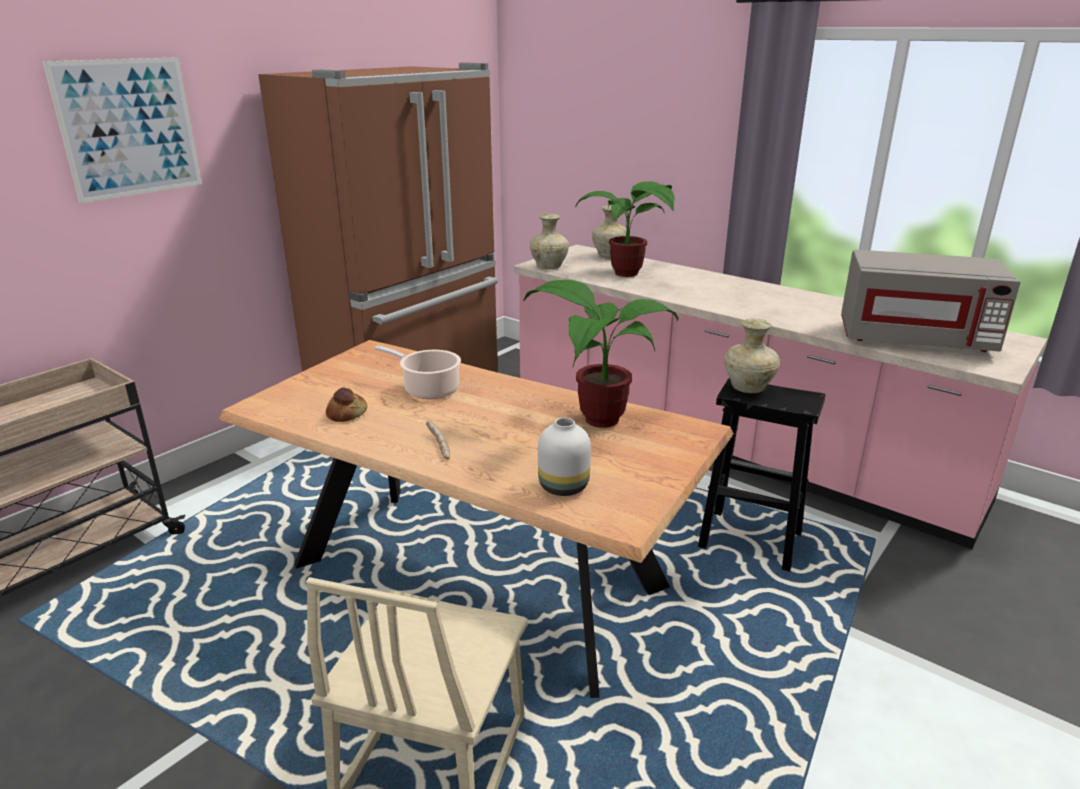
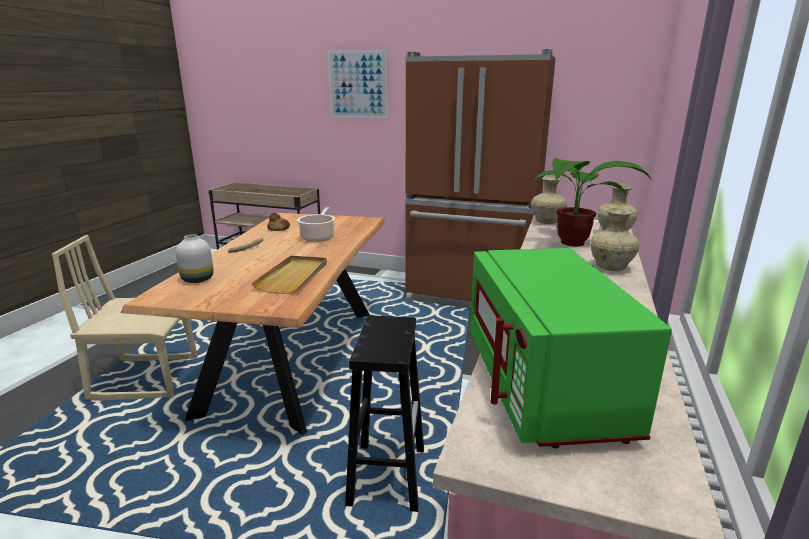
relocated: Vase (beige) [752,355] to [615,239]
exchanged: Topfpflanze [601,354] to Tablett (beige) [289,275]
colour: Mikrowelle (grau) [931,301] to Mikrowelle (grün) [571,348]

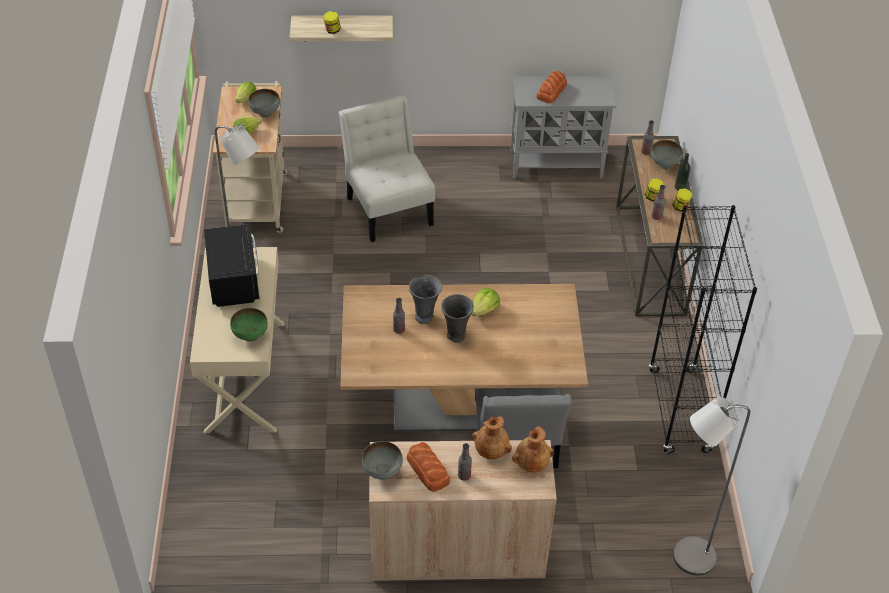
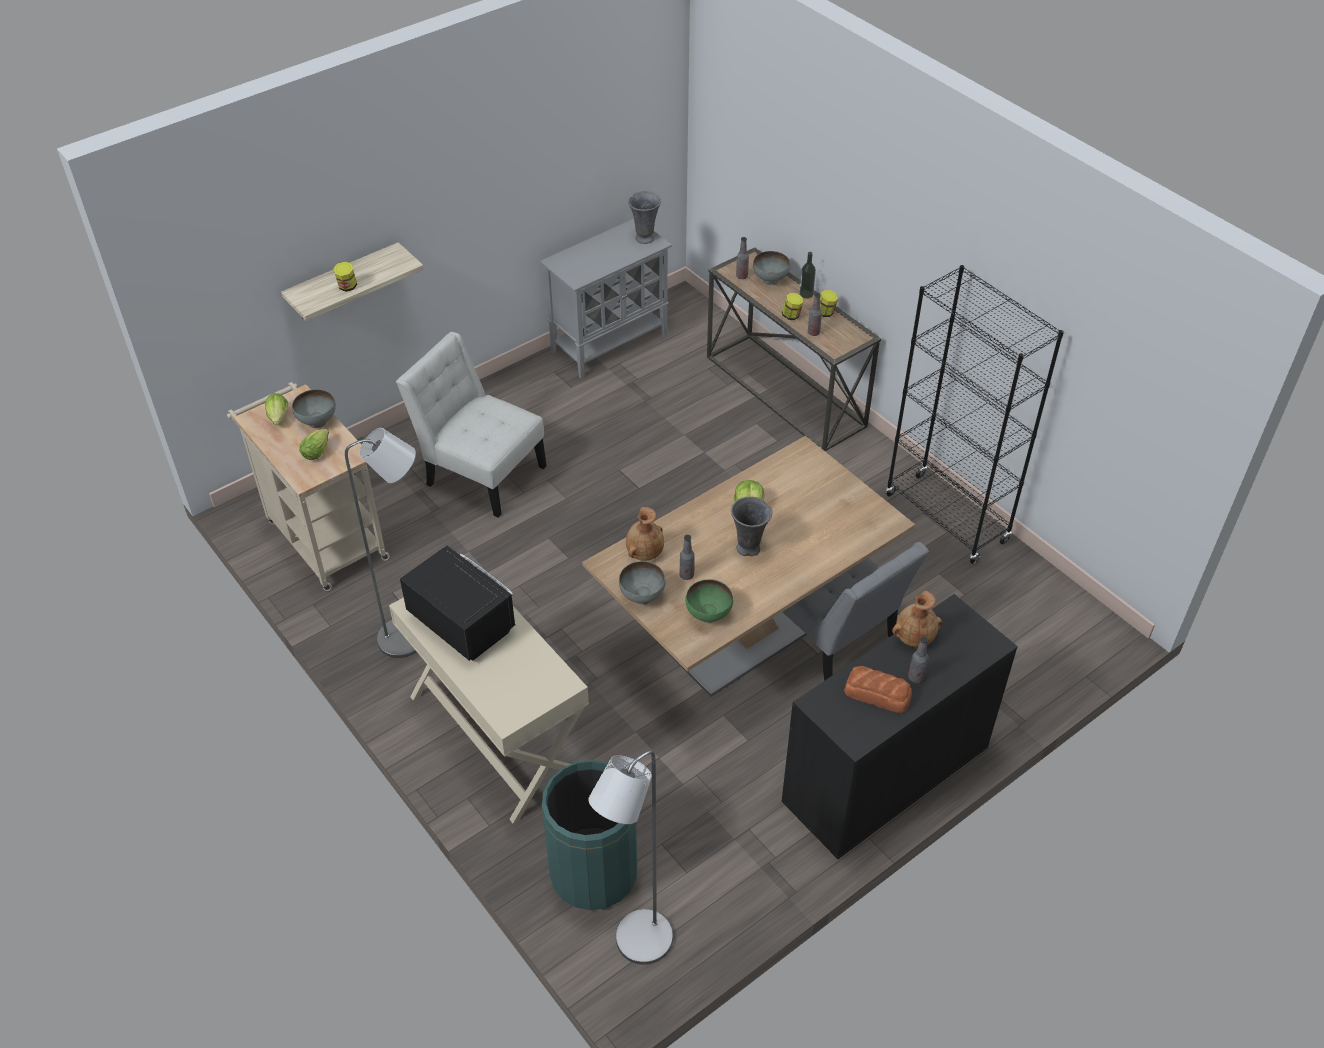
missing: Brot [551,87]
appeared: Mülleimer (grün) [589,835]
relocated: Stehlampe (grau) [711,486] to [630,857]; Schüssel (grau) [382,460] to [642,583]; Vase (braun) [533,449] to [645,534]; Vase (grau) [425,299] to [644,217]; Schüssel (grün) [249,325] to [709,601]
colour: Schrank (beige) [463,510] to Schrank (schwarz) [900,727]

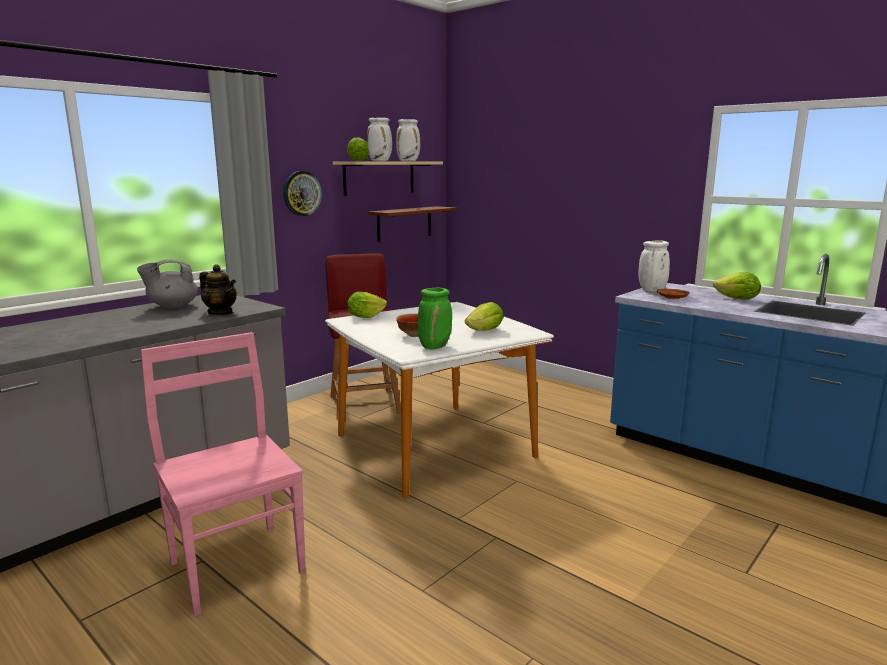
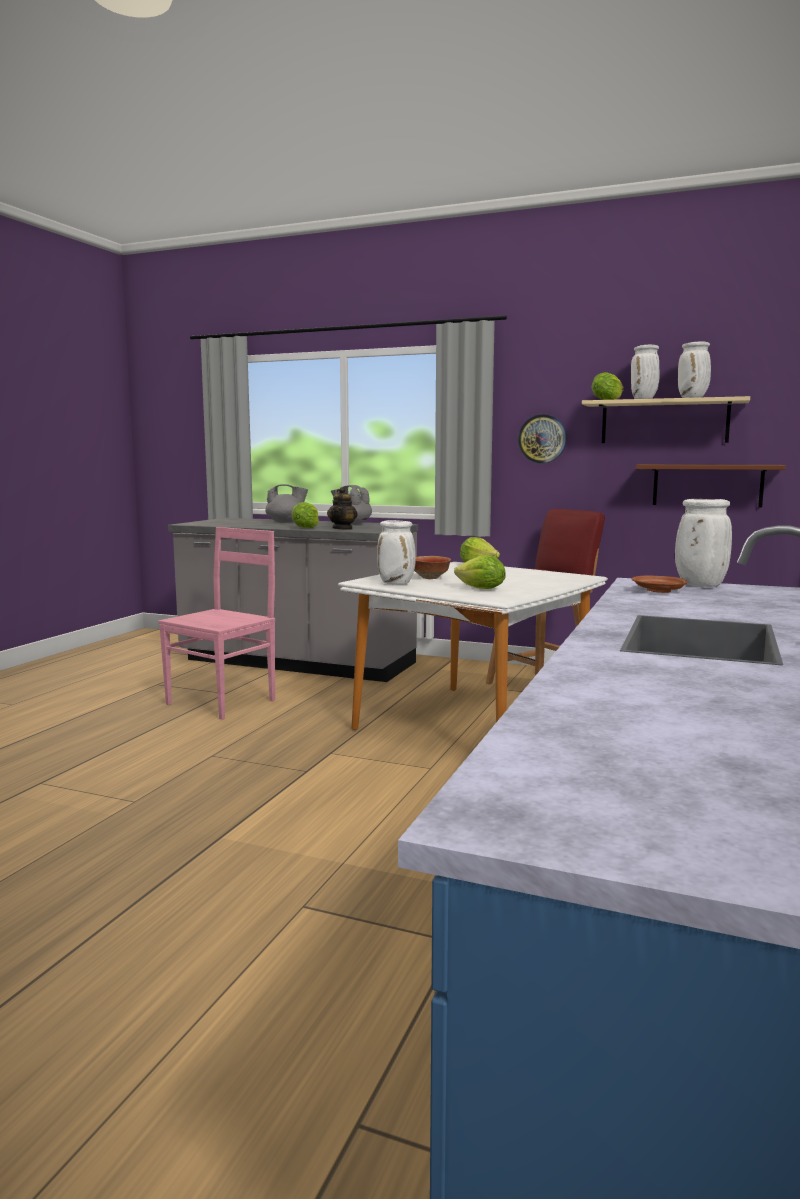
appeared: Teekanne (grau) [286,503]
relocated: Salatkopf [737,286] to [305,515]
colour: Vase (grün) [435,318] to Vase (weiß) [396,552]

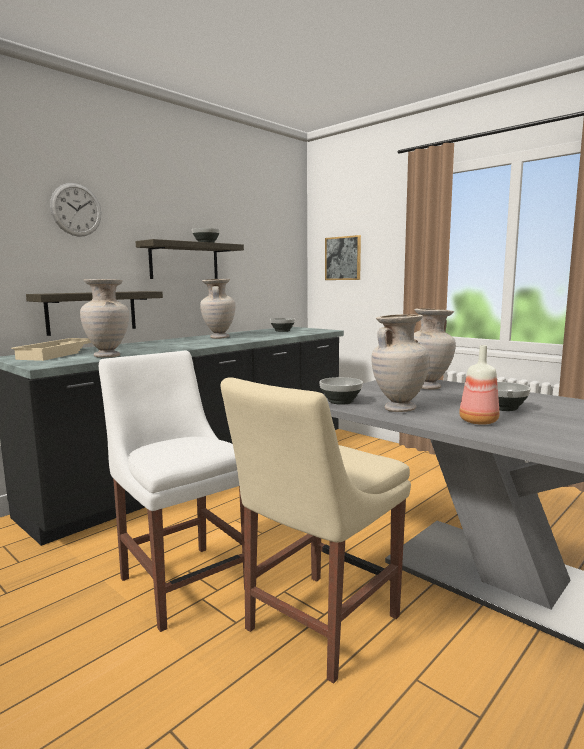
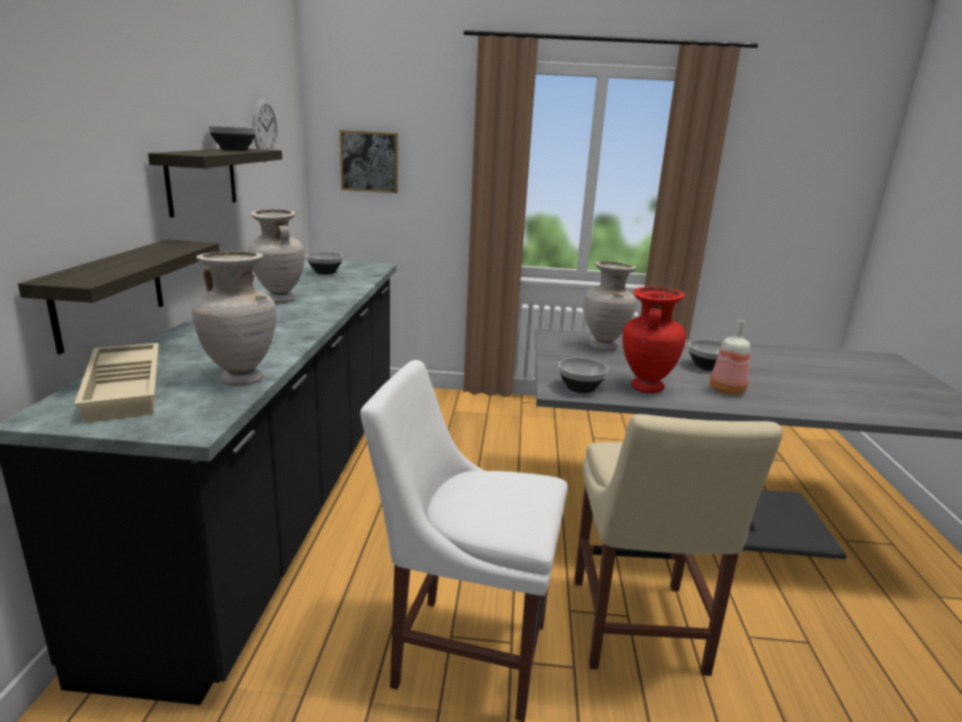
relocated: Wanduhr [75,210] to [265,124]
colour: Vase (beige) [400,363] to Vase (rot) [654,339]

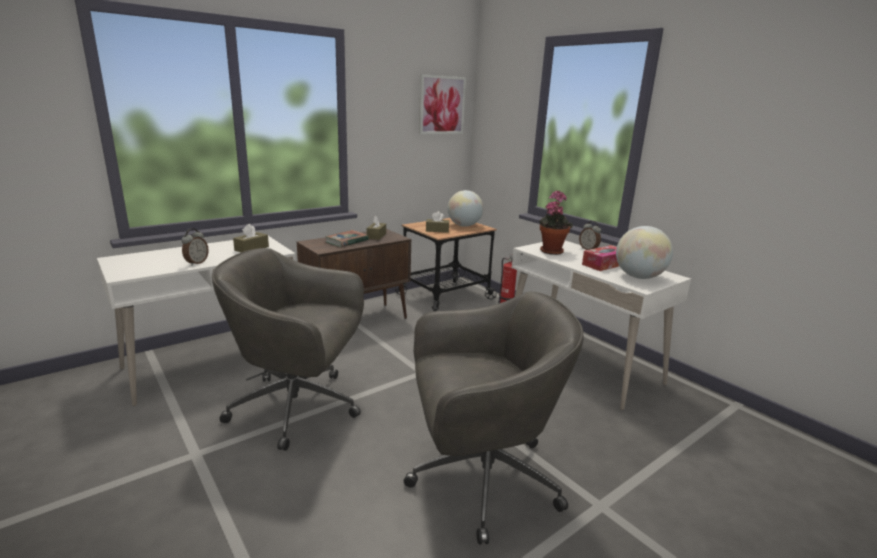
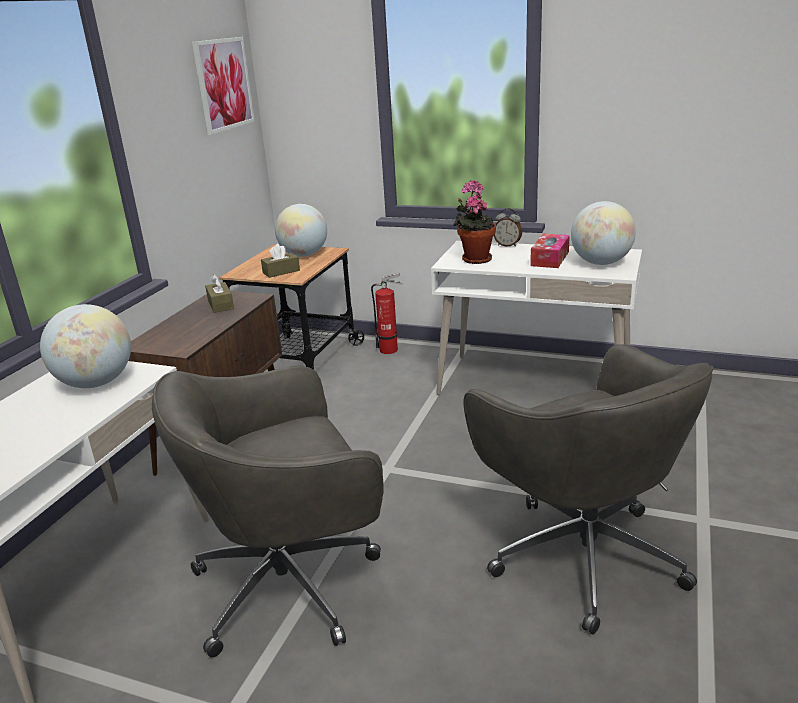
missing: Wecker [195,247]; Buch [347,238]
exchanged: Taschentuchbox (braun) [251,238] to Globus [85,346]
spun: Bürostuhl (grau) [494,418] = [588,489] 105 degrees clockwise

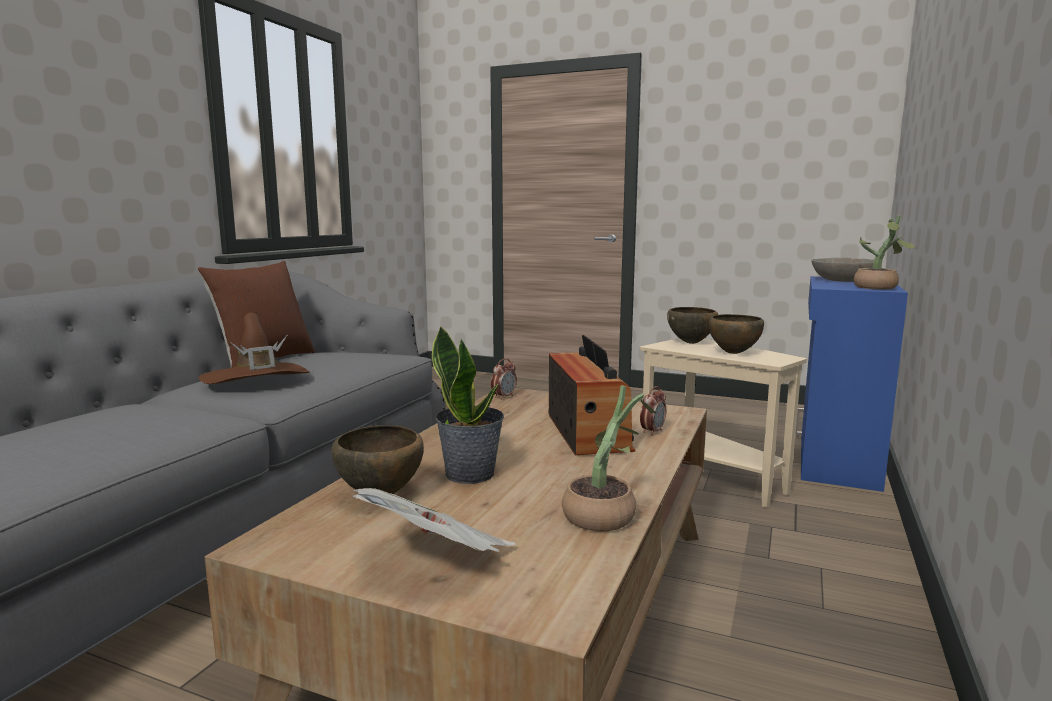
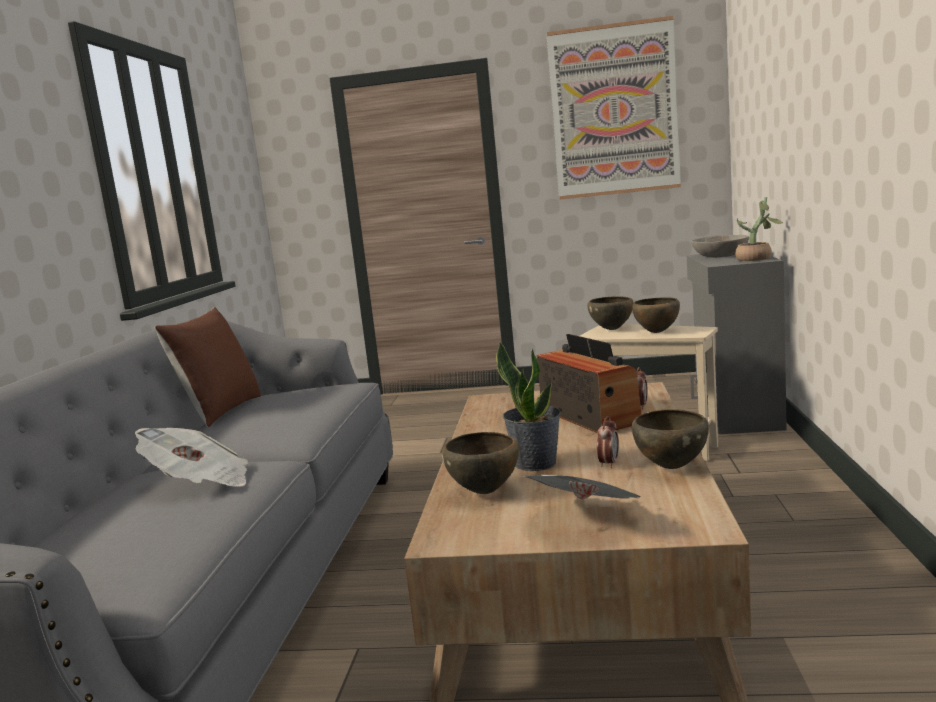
missing: Hut (braun) [254,348]
appeared: Zeitung [191,457]; Bild [614,107]
relocated: Wecker [504,378] to [608,442]
exchanged: Topfpflanze [609,459] to Schüssel (braun) [670,439]
colour: Schrank (blau) [851,384] to Schrank (grau) [737,344]

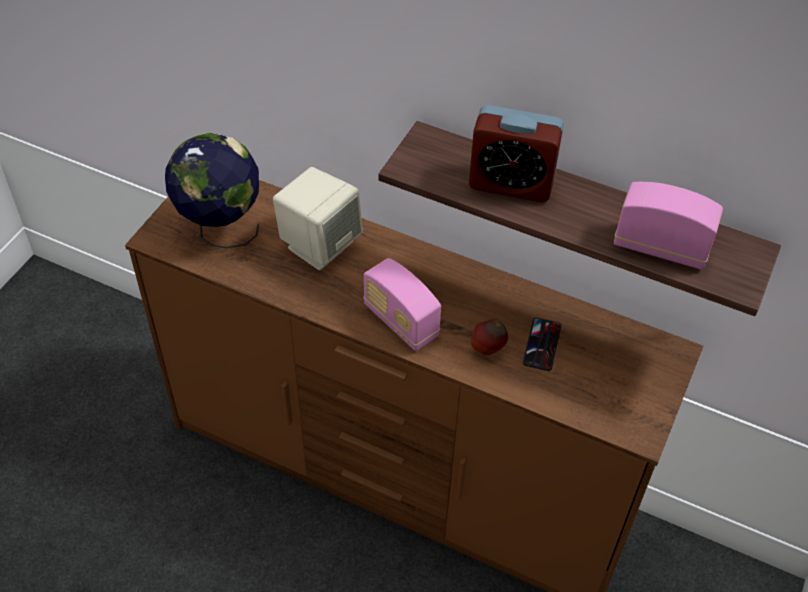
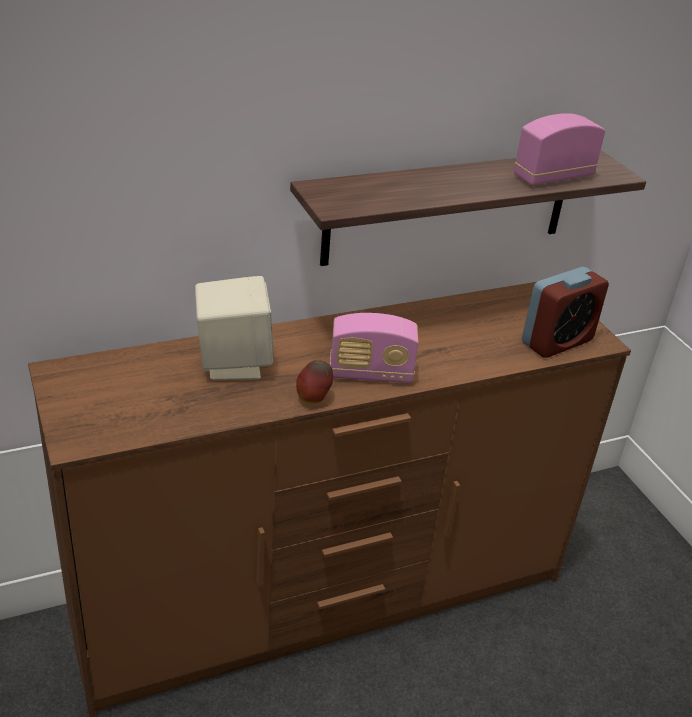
missing: Globus [212,190]; Handy [542,344]
relocated: Apfel [489,337] to [314,382]; Wecker [516,153] to [565,312]

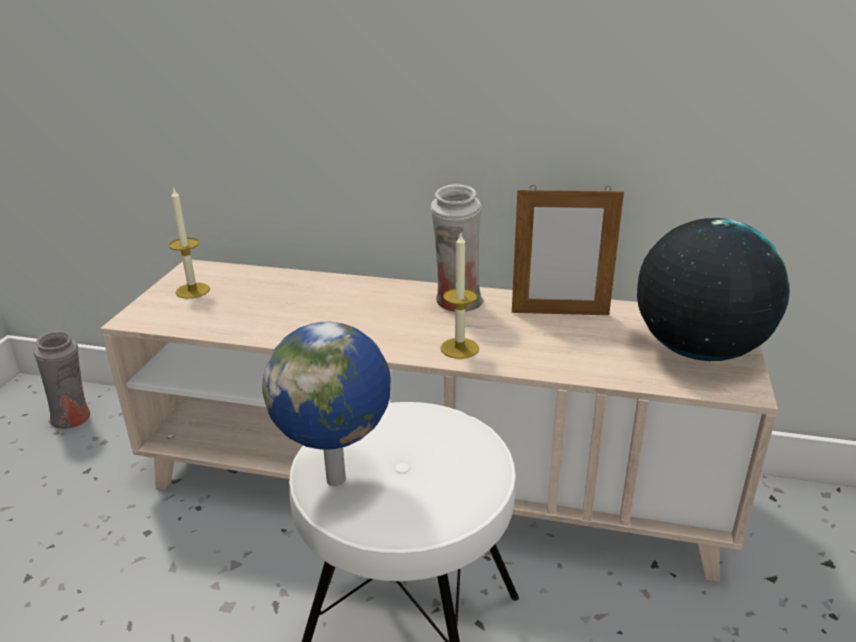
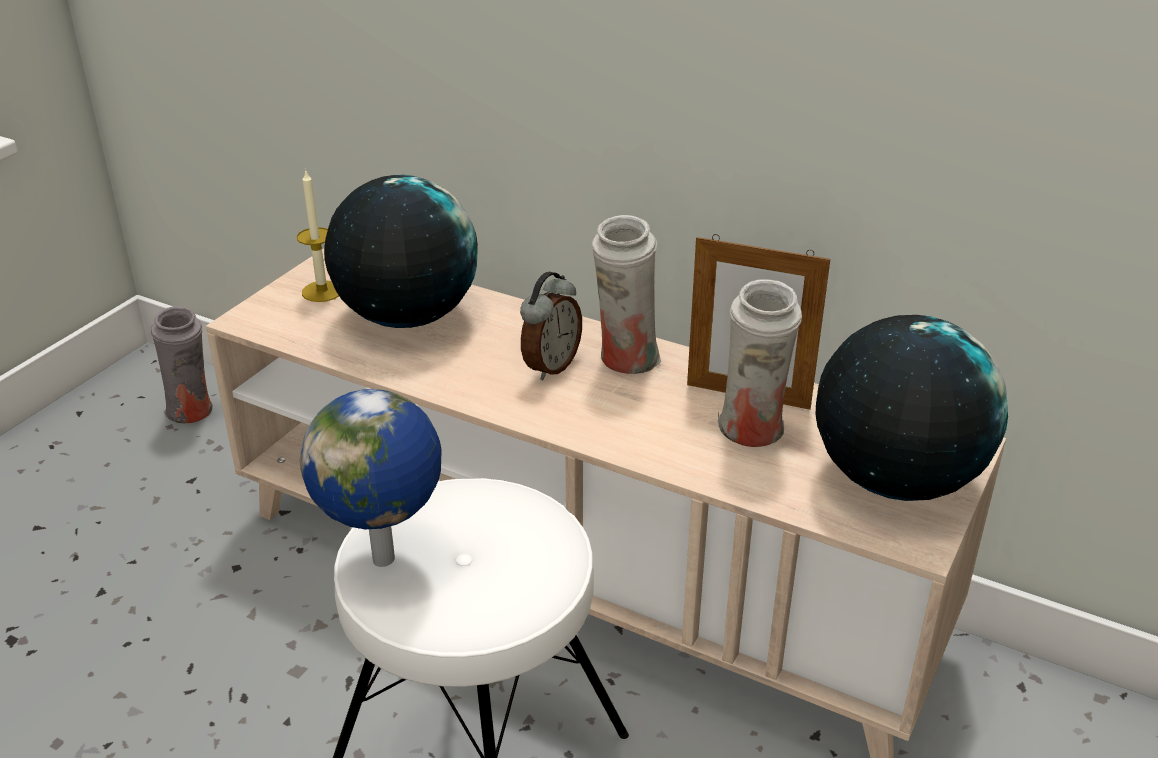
missing: Kerze [459,296]
appeared: Globus [401,251]; Wecker [551,326]; Vase (weiß) [759,363]

